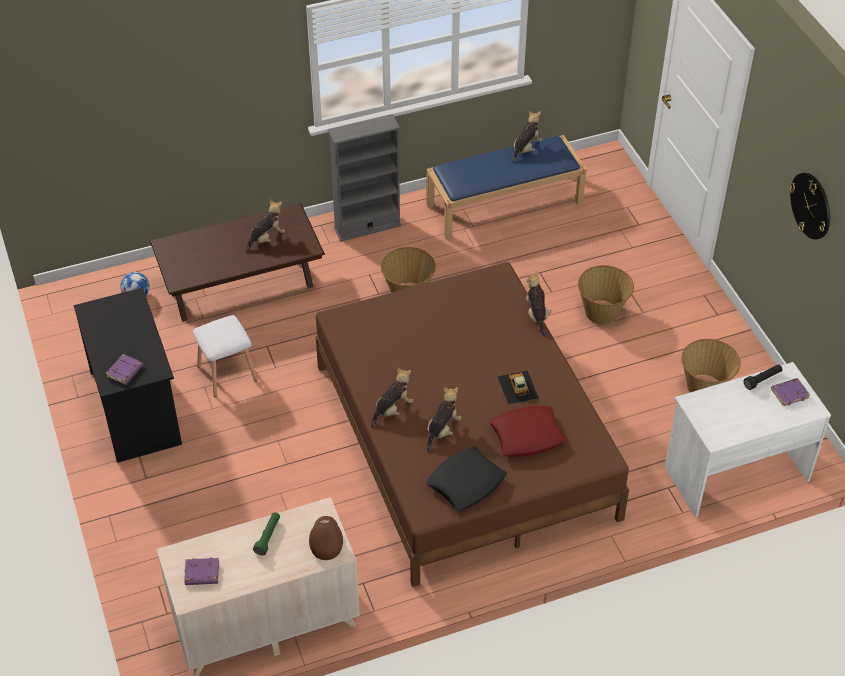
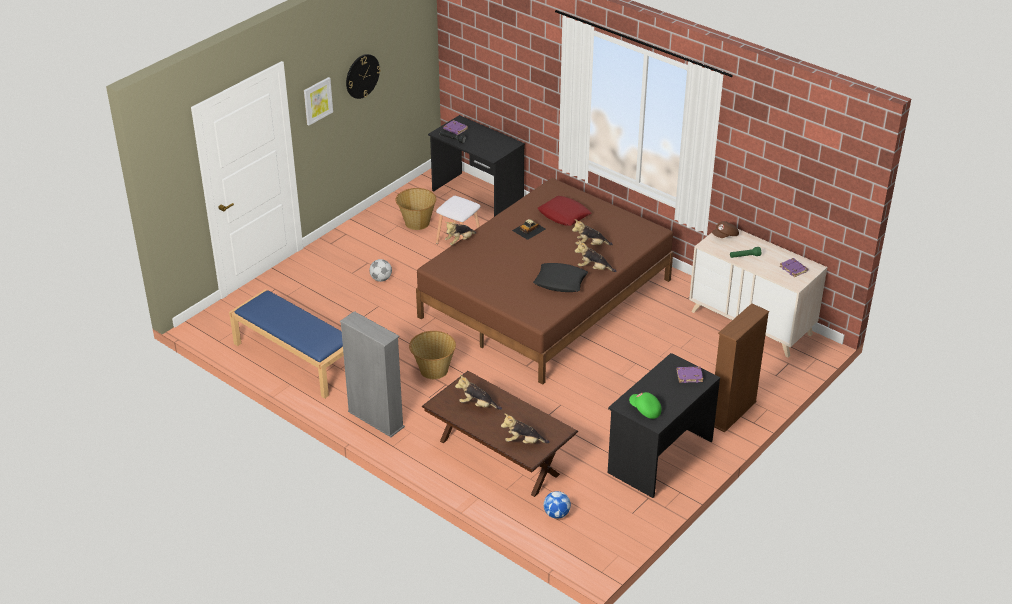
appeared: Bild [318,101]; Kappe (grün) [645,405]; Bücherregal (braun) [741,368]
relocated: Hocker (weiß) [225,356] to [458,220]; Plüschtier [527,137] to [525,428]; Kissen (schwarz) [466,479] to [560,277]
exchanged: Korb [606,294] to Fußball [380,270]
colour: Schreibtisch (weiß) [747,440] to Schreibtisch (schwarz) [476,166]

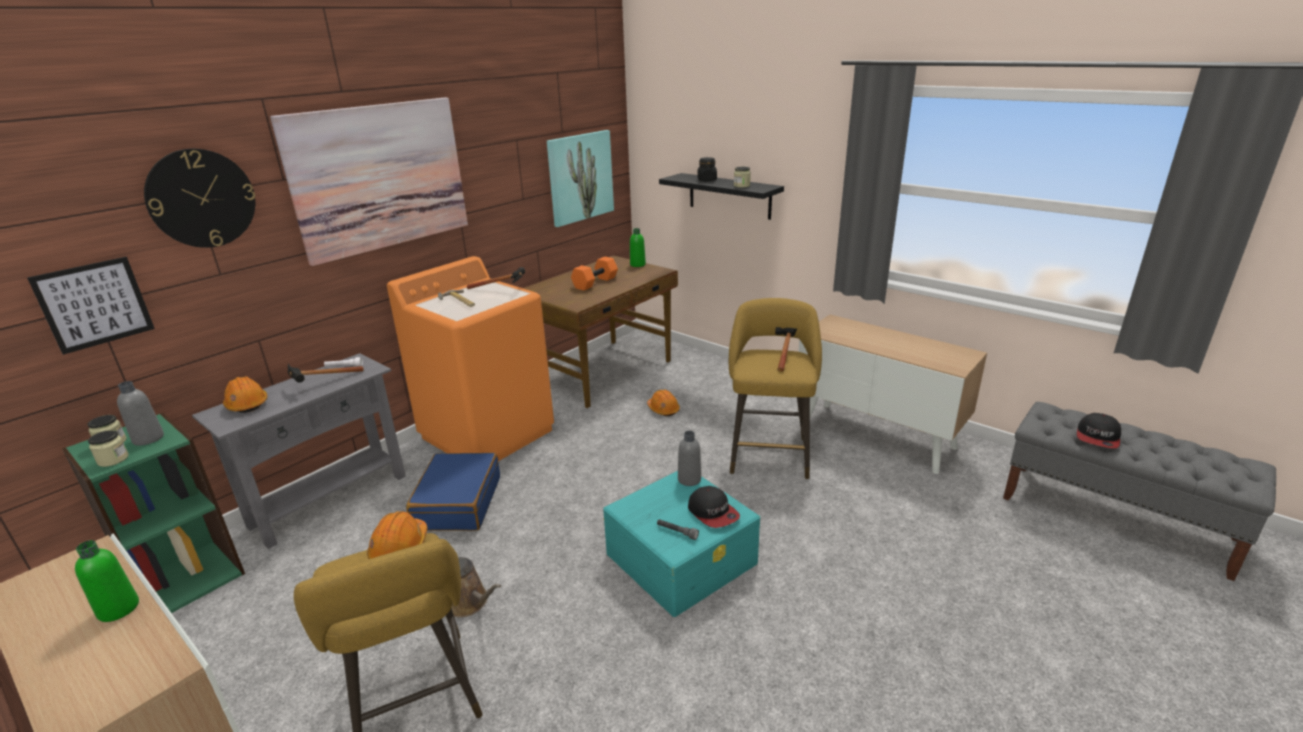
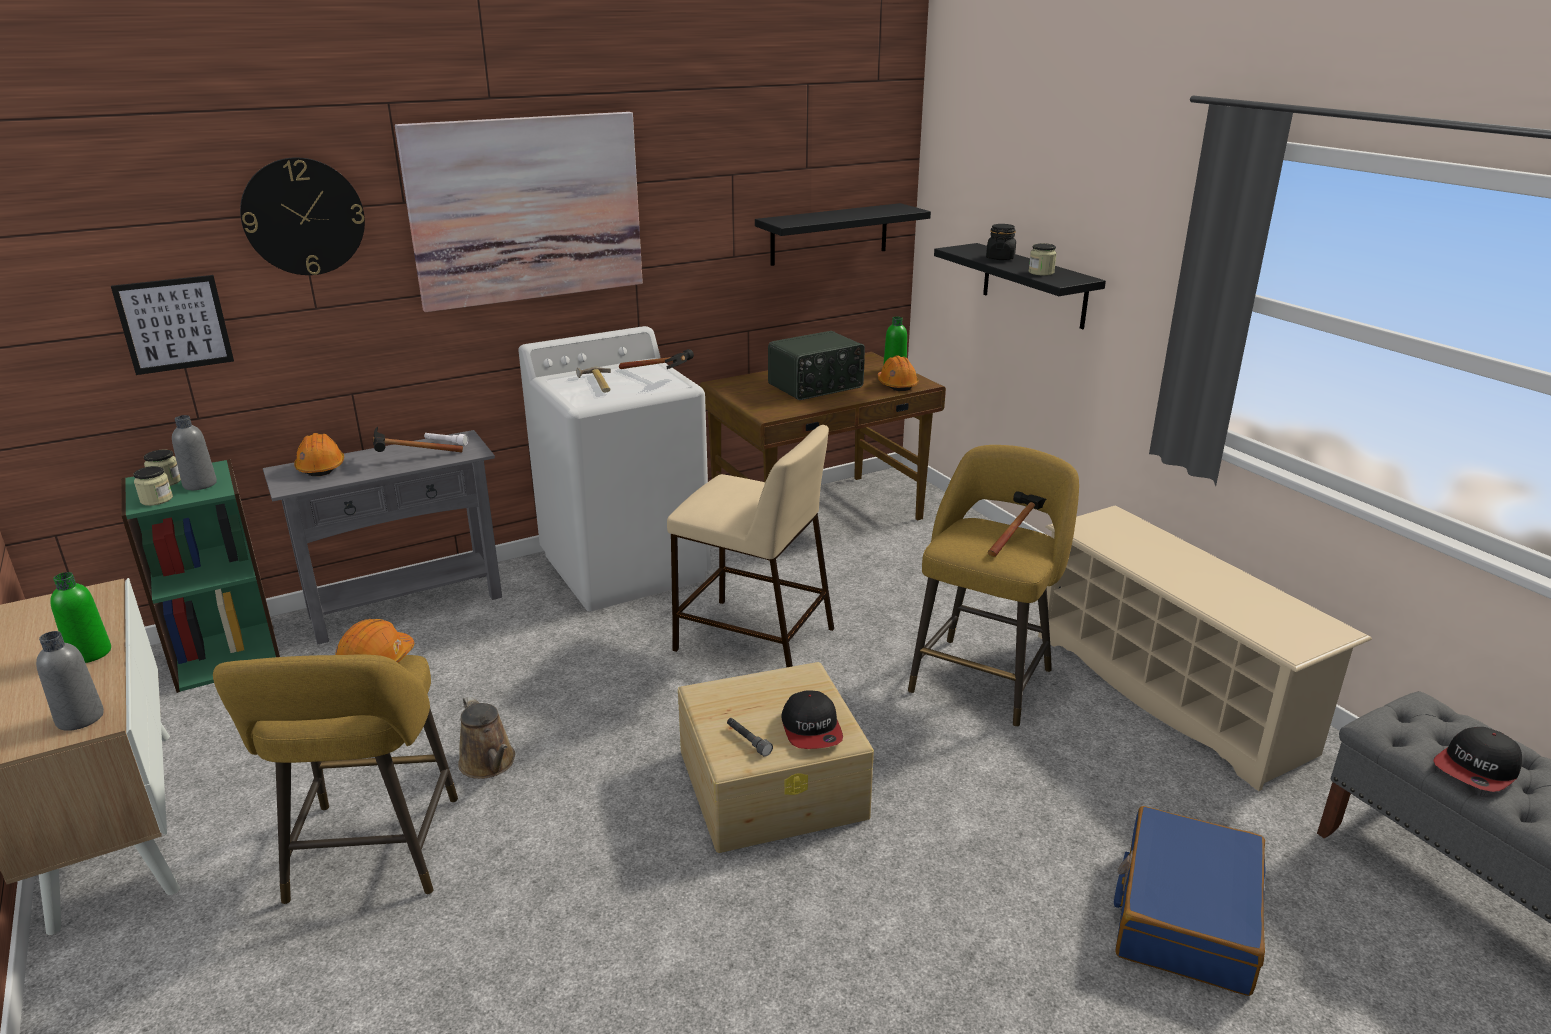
appeared: Hocker (beige) [750,546]
relocated: Flasche (grau) [689,458] to [70,681]; Schutzhelm (orange) [663,403] to [898,373]; Koffer (blau) [453,491] to [1190,901]
exchanged: Bild [580,178] to Wandregal (schwarz) [843,234]; Hantel (orange) [594,274] to Radio [816,365]; Schrank [892,394] to Schuhregal (beige) [1205,648]
colour: Waschmaschine (orange) [470,358] to Waschmaschine (weiß) [614,468]; Aufbewahrungsbox (türkis) [681,544] to Aufbewahrungsbox (beige) [776,757]

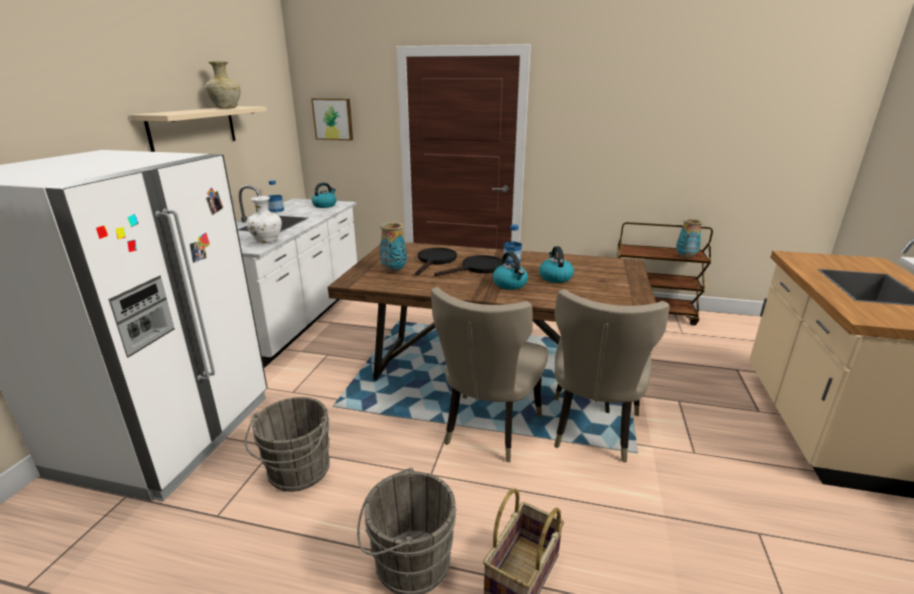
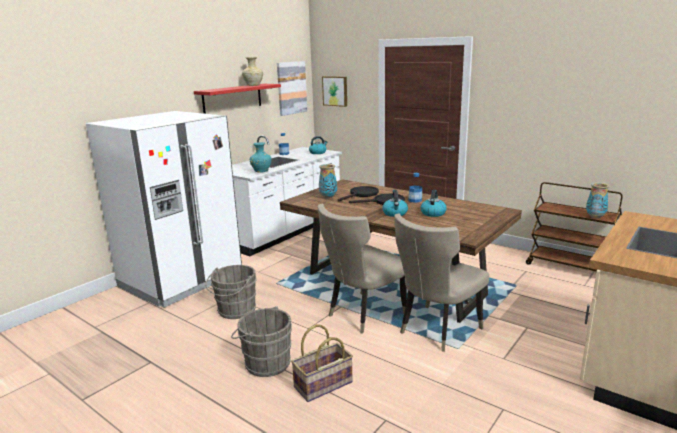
appeared: Bild [292,88]
colour: Wandregal (beige) [198,129] to Wandregal (rot) [237,99]; Vase (weiß) [264,219] to Vase (türkis) [260,157]

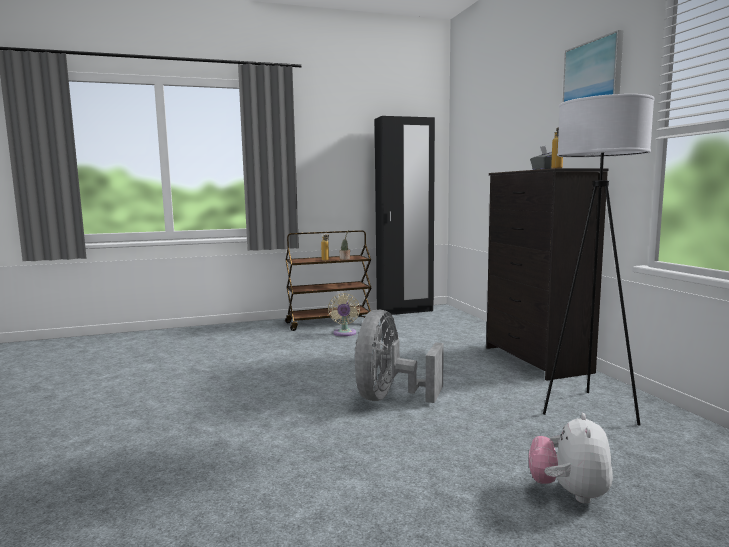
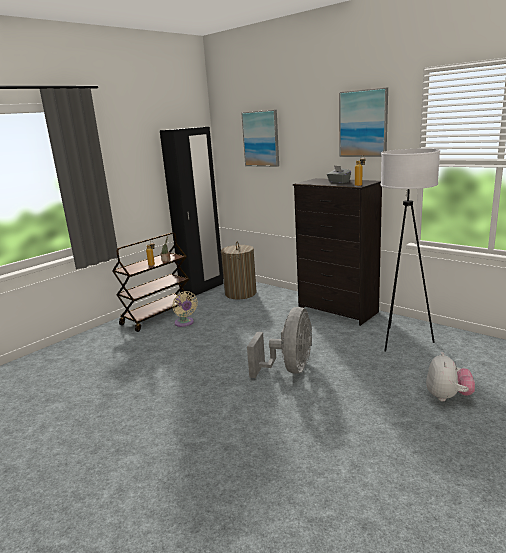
appeared: Wäschekorb [238,270]; Bild [260,138]
spun: Ventilator (grau) [399,356] = [279,342] 150 degrees counterclockwise; Plüschtier [571,458] = [450,376] 150 degrees counterclockwise

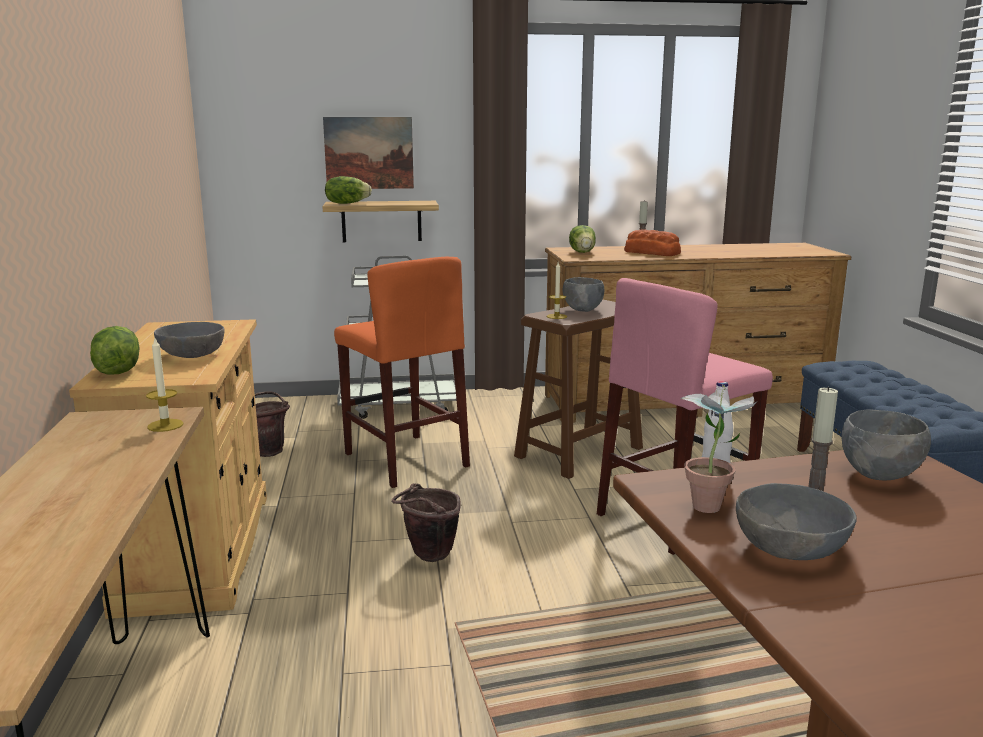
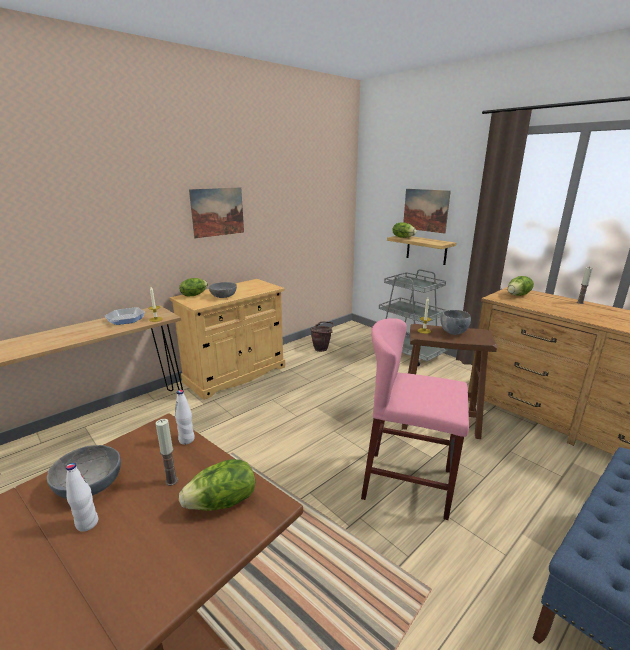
missing: Hocker (orange) [402,372]; Eimer (braun) [426,522]; Brot [652,242]; Topfpflanze [719,449]
appeared: Flasche (weiß) [82,497]; Pfanne [125,316]; Bild [216,212]
exchanged: Schüssel (grau) [886,444] to Salatkopf [217,485]

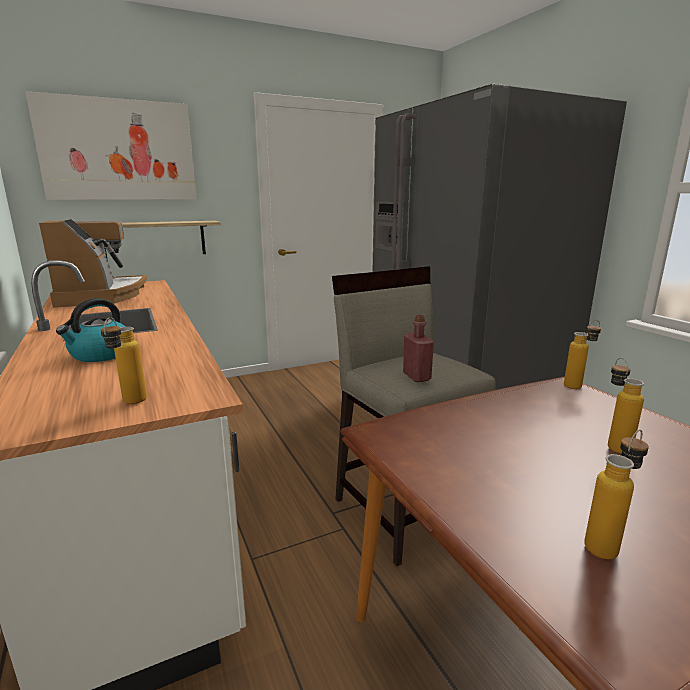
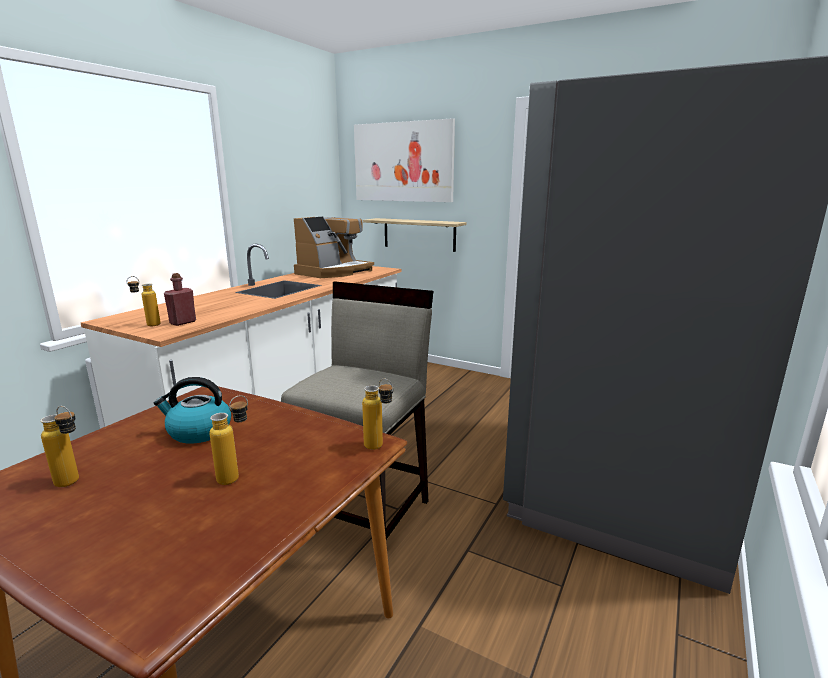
relocated: Wasserkessel [91,330] to [192,410]; Flasche (rot) [418,348] to [180,299]

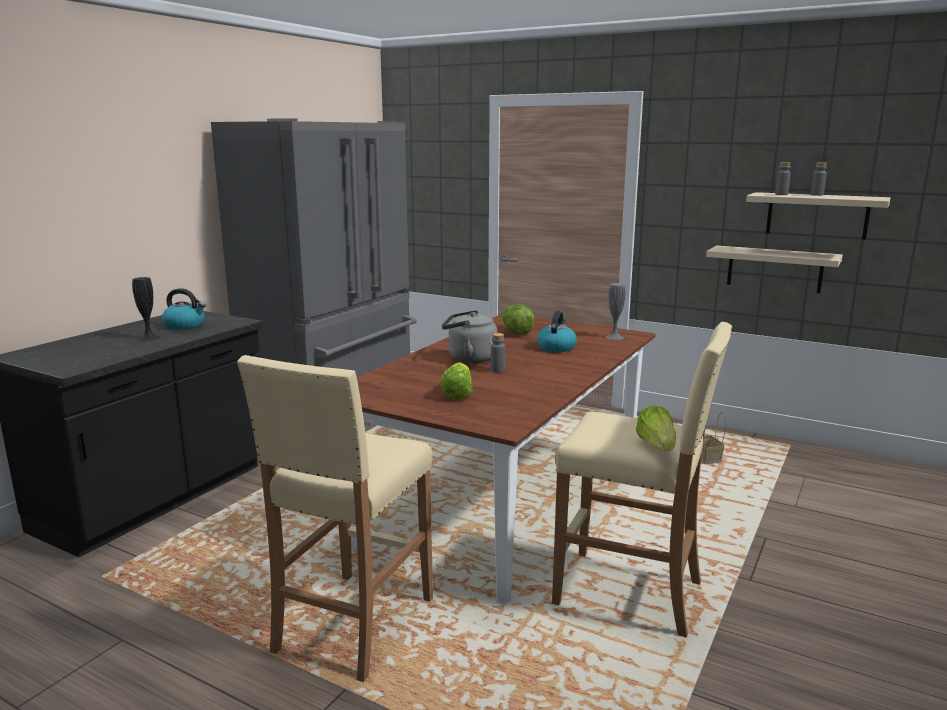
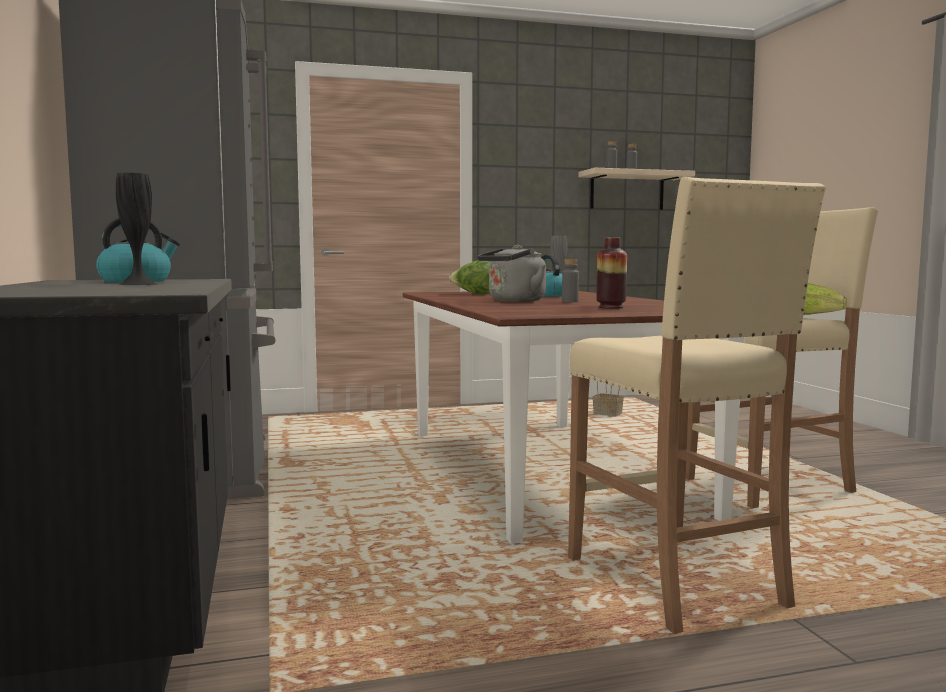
missing: Wandregal (beige) [774,269]
exchanged: Salatkopf [456,381] to Vase [611,273]

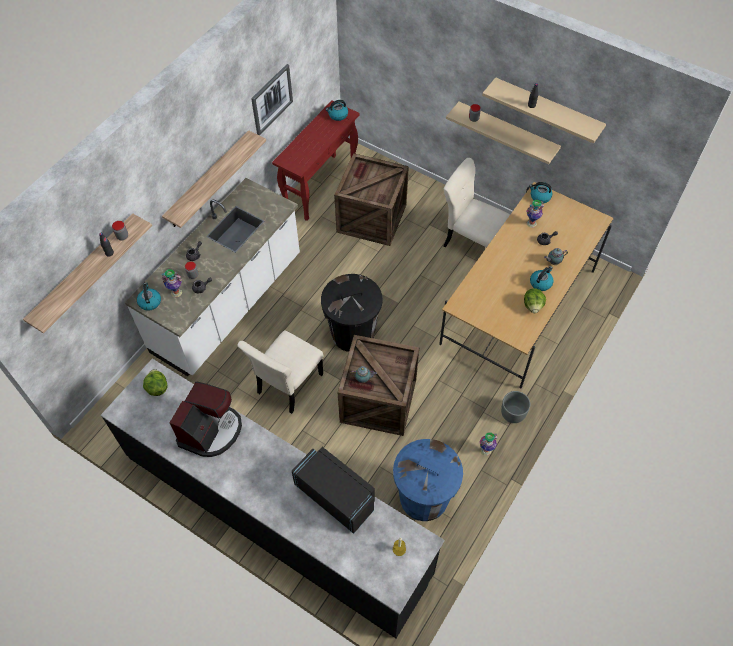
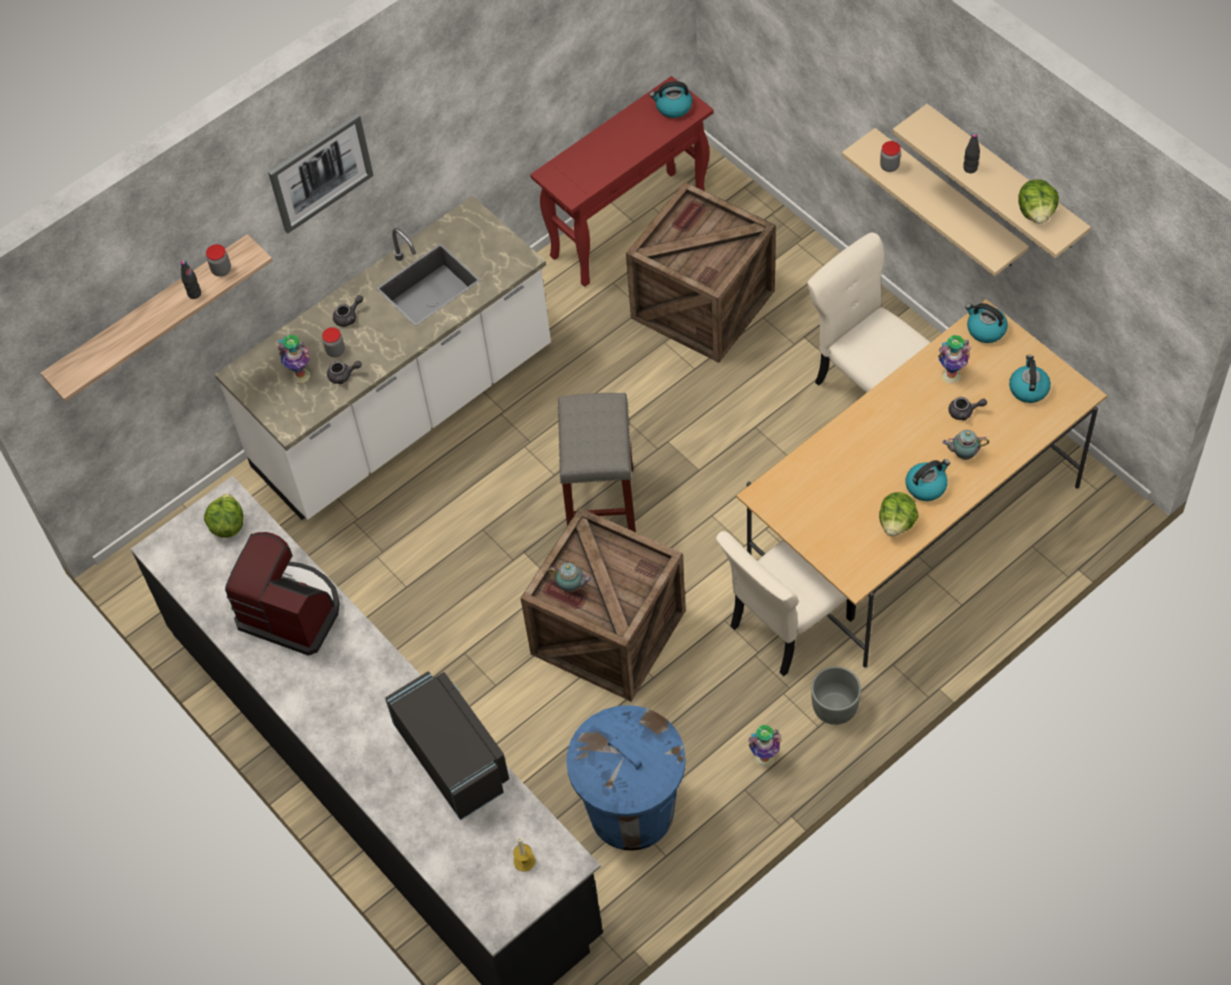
missing: Wandregal [214,179]
appeared: Salatkopf [1039,201]
relocated: Bild [272,99] to [321,173]; Stuhl (beige) [280,372] to [786,604]; Wasserkessel [149,296] to [1030,379]
exchanged: Mülleimer (schwarz) [351,313] to Hocker (grau) [597,462]
spun: Kaffeemaschine [206,419] = [282,594] 105 degrees counterclockwise

